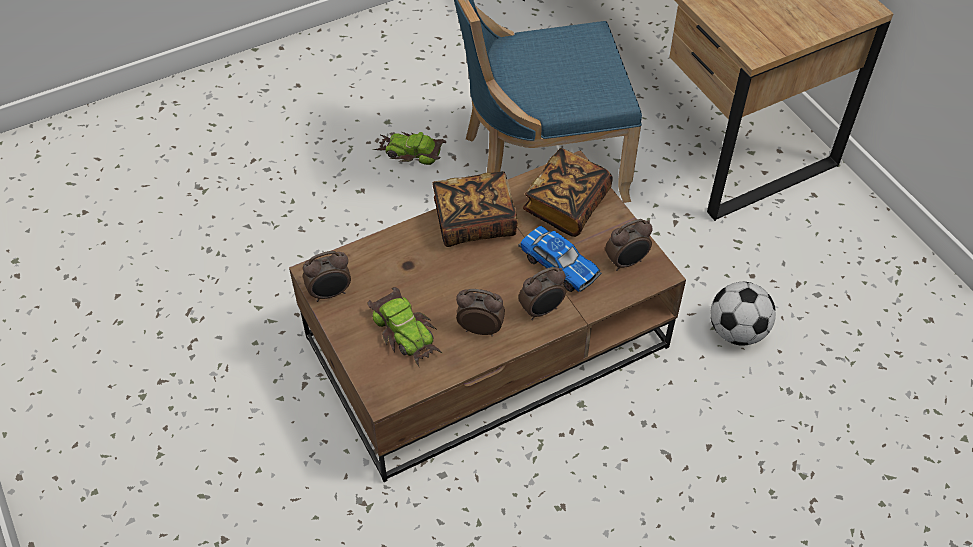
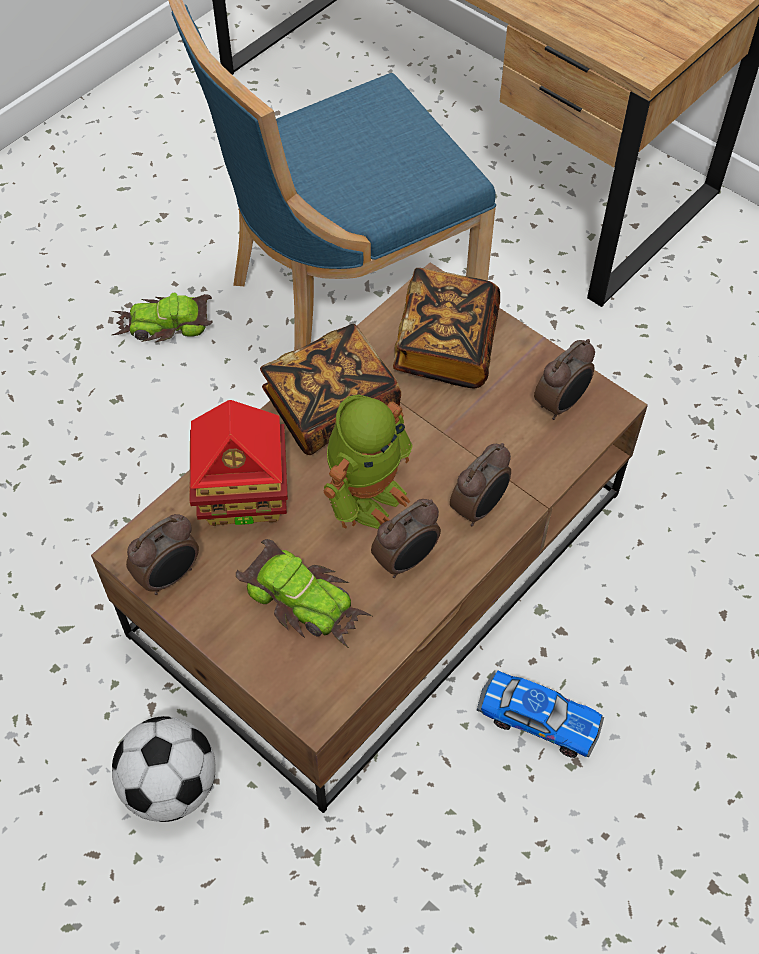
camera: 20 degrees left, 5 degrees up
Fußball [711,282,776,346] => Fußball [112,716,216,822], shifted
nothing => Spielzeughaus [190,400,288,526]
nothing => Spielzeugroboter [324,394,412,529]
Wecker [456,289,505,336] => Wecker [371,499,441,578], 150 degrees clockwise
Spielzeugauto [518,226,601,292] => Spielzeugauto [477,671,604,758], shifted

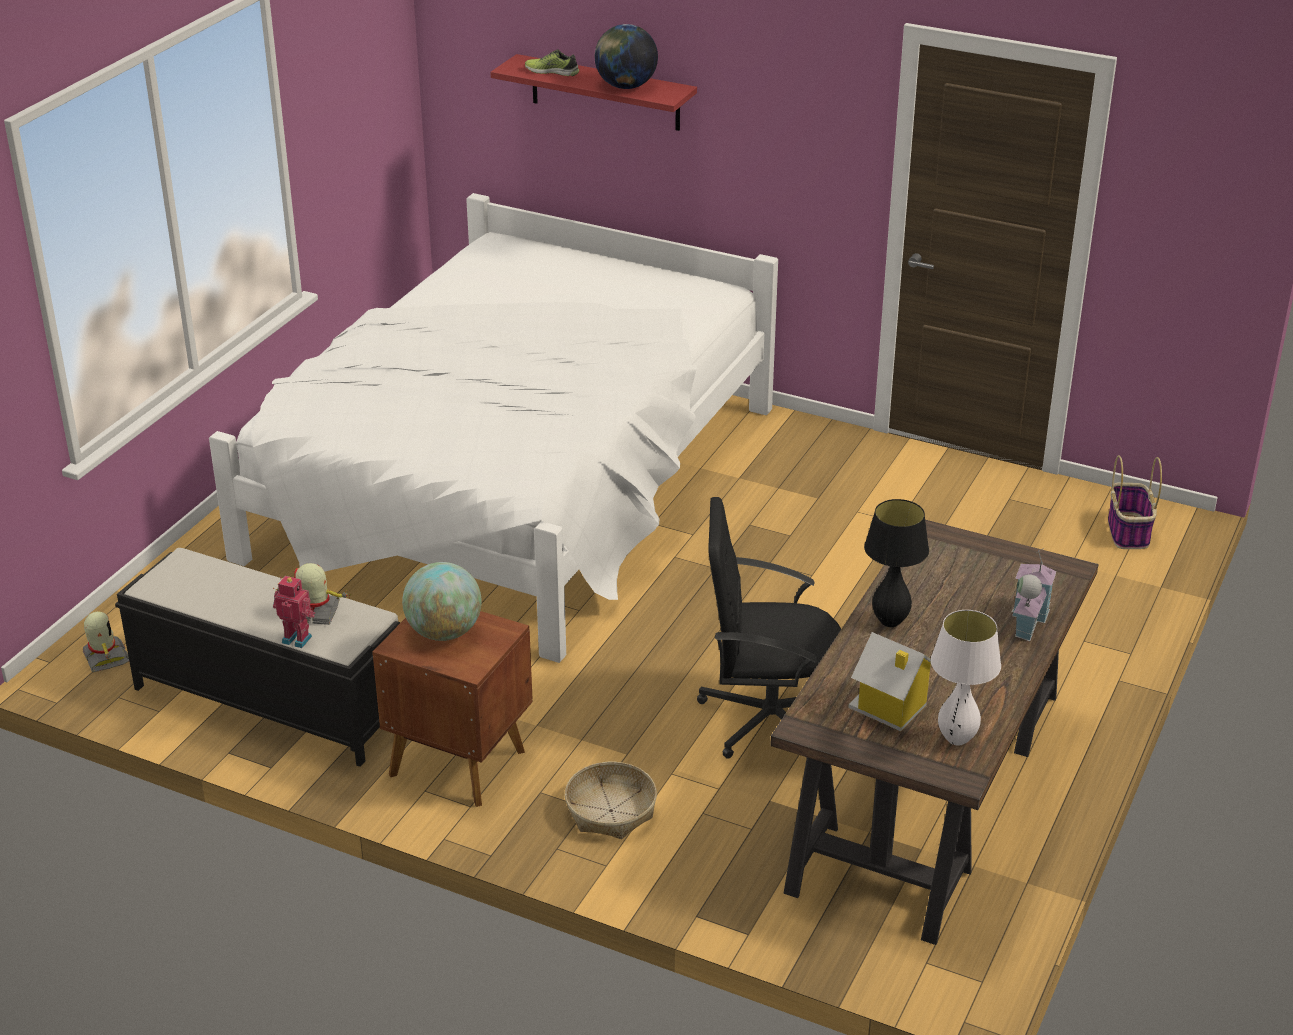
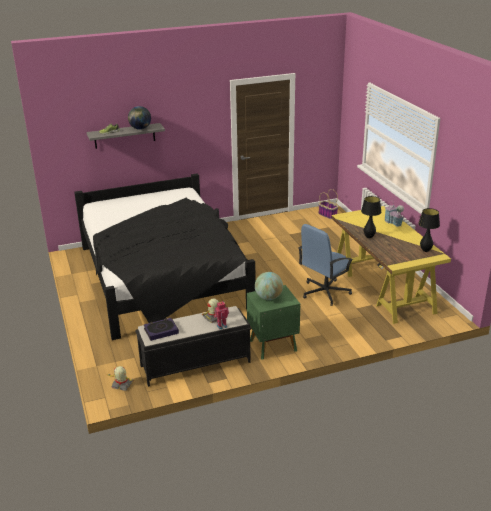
camera: 45 degrees left, 5 degrees down
Bett [weiß] [209,193,778,663] => Bett [schwarz] [74,173,255,340]
Wandregal [rot] [491,54,697,131] => Wandregal [grau] [87,123,165,149]
nothing => Buch [144,318,179,341]
Nachttisch [braun] [372,611,532,807] => Nachttisch [grün] [246,285,300,360]
Bürostuhl [schwarz] [697,497,841,759] => Bürostuhl [blau] [298,224,353,306]
Schreibtisch [braun] [770,520,1098,945] => Schreibtisch [gelb] [331,206,451,324]
Tischlampe [weiß] [931,610,1001,745] => Tischlampe [schwarz] [418,208,440,252]
Korb [565,762,657,839] => nothing
Spielzeughaus [848,632,931,731] => nothing

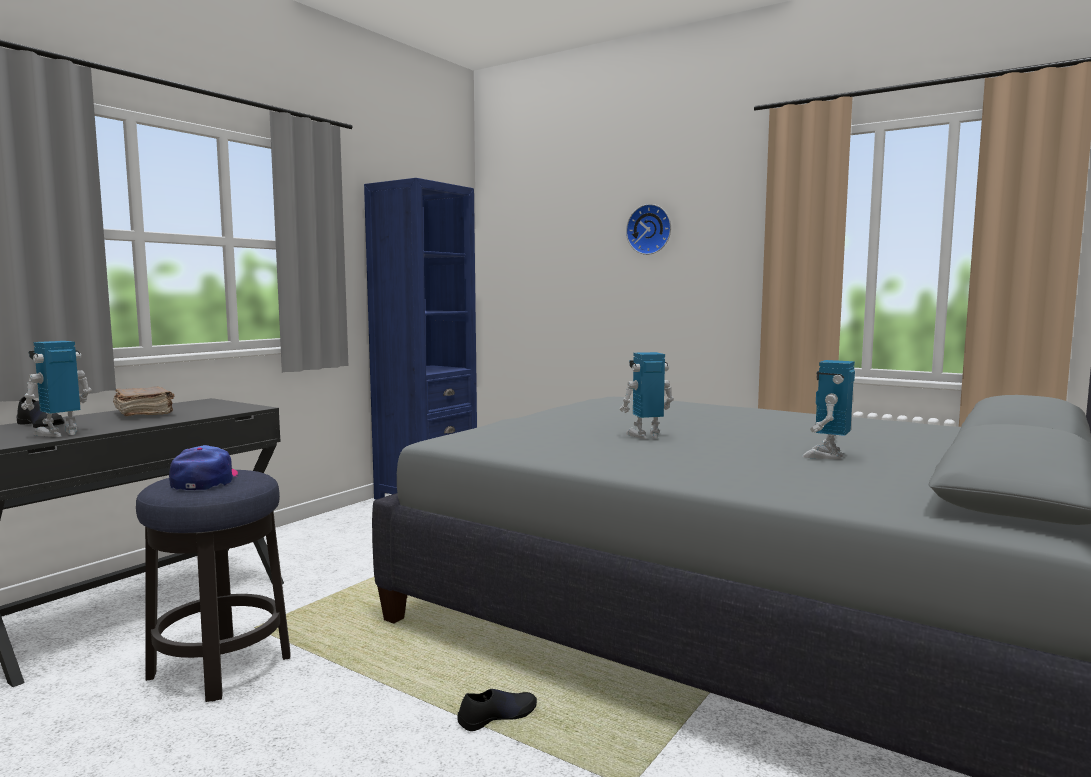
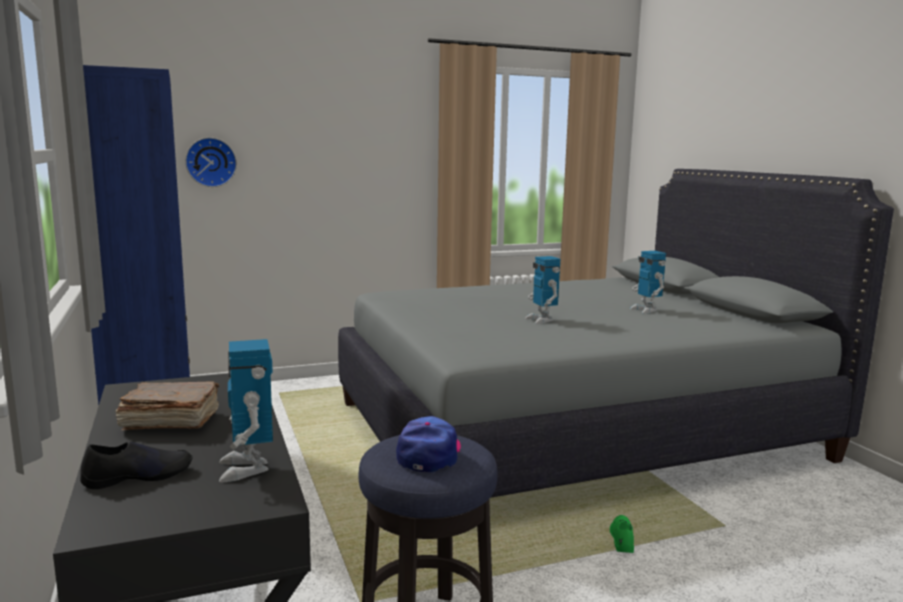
camera: 55 degrees left, 5 degrees up
Wanduhr [626,204,671,255] => Wanduhr [185,137,237,187], shifted
Kappe [169,445,238,490] => Kappe [396,416,461,472], 75 degrees clockwise
Spielzeugroboter [620,352,674,439] => Spielzeugroboter [525,256,561,324], 45 degrees counterclockwise
Schuh [schwarz] [457,689,537,731] => Schuh [grün] [610,515,634,553]

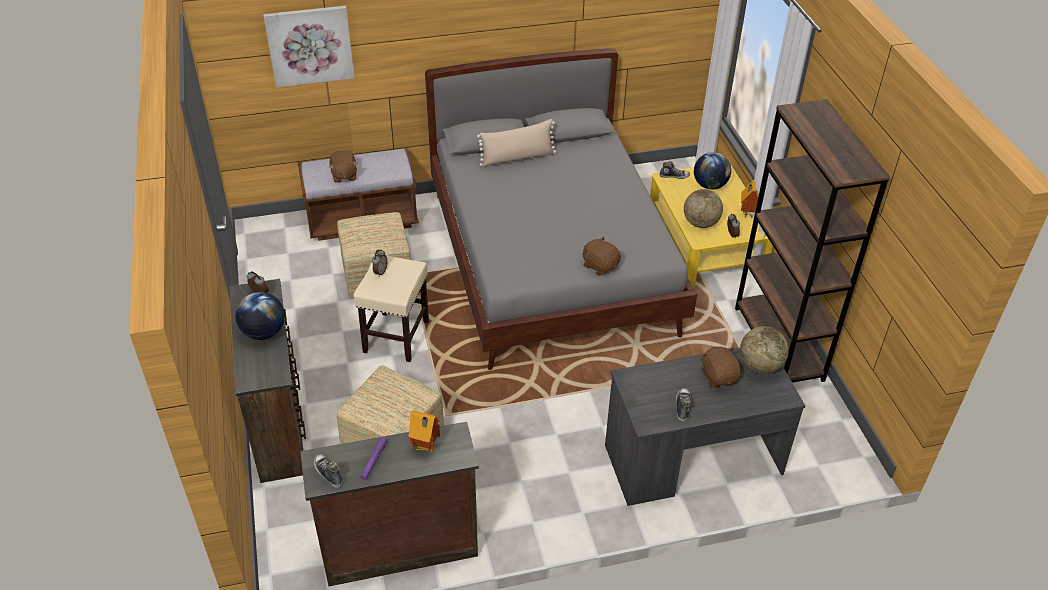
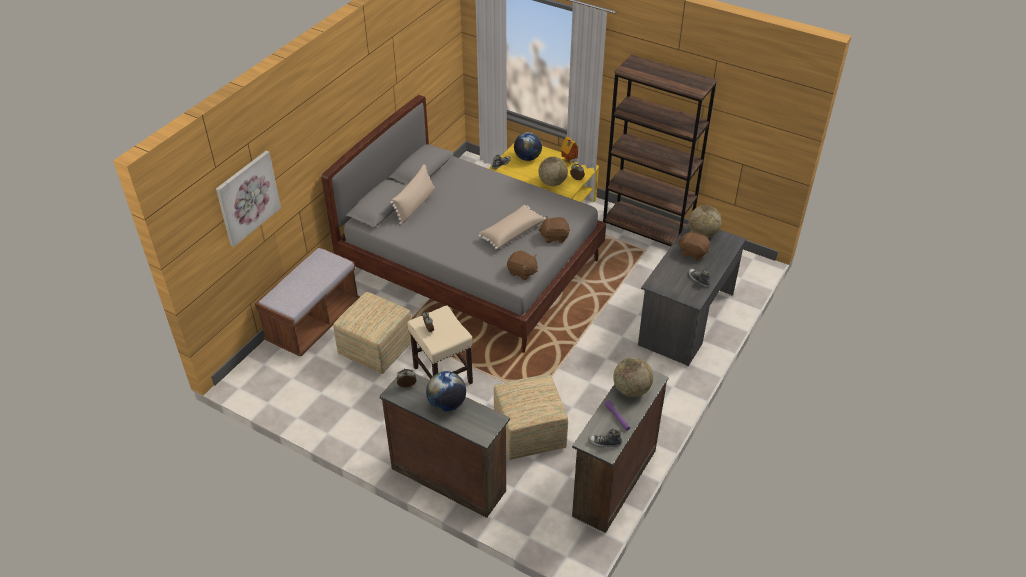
camera: 45 degrees left, 0 degrees up
nothing => Kissen [beige] [478,205,546,250]
Plüschtier [braun] [329,150,358,183] => Plüschtier [braun] [507,250,538,280], shifted
Spielzeughaus [409,410,440,452] => Globus [613,357,653,397]

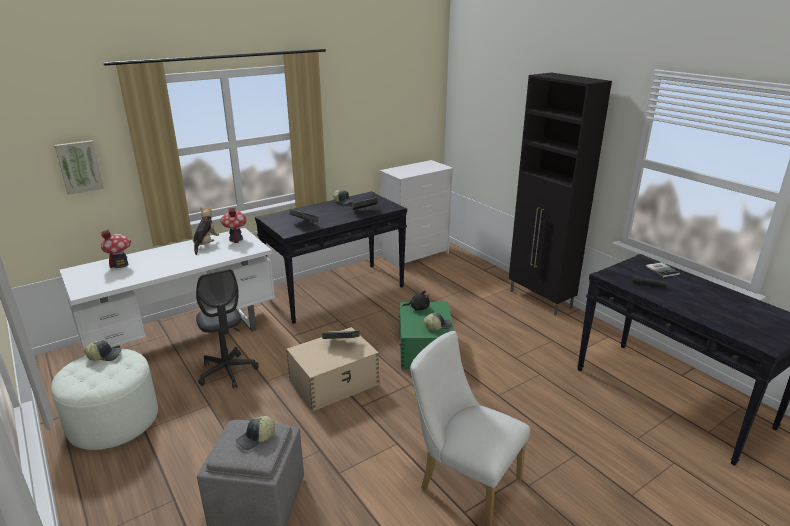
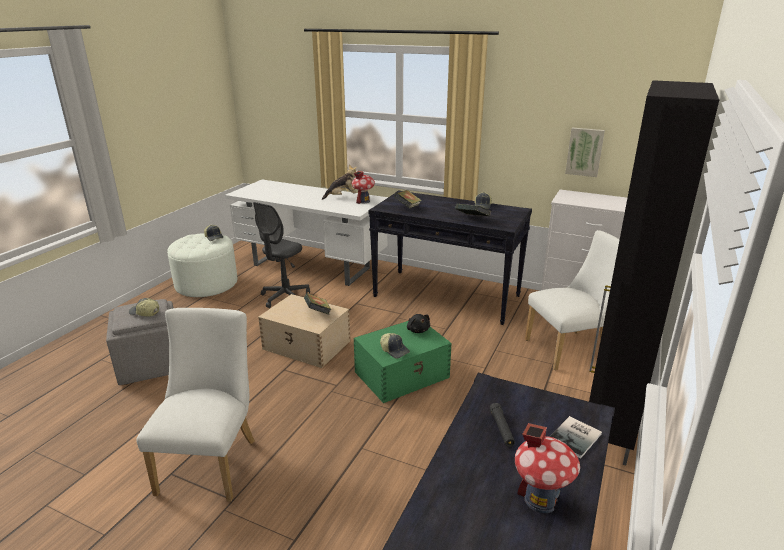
camera: 60 degrees right, 0 degrees up
Spielzeughaus [100,229,131,268] => Spielzeughaus [515,423,580,513], shifted
nothing => Stuhl [weiß] [525,230,620,370]
Bild [55,140,104,195] => Bild [565,128,605,177], shifted

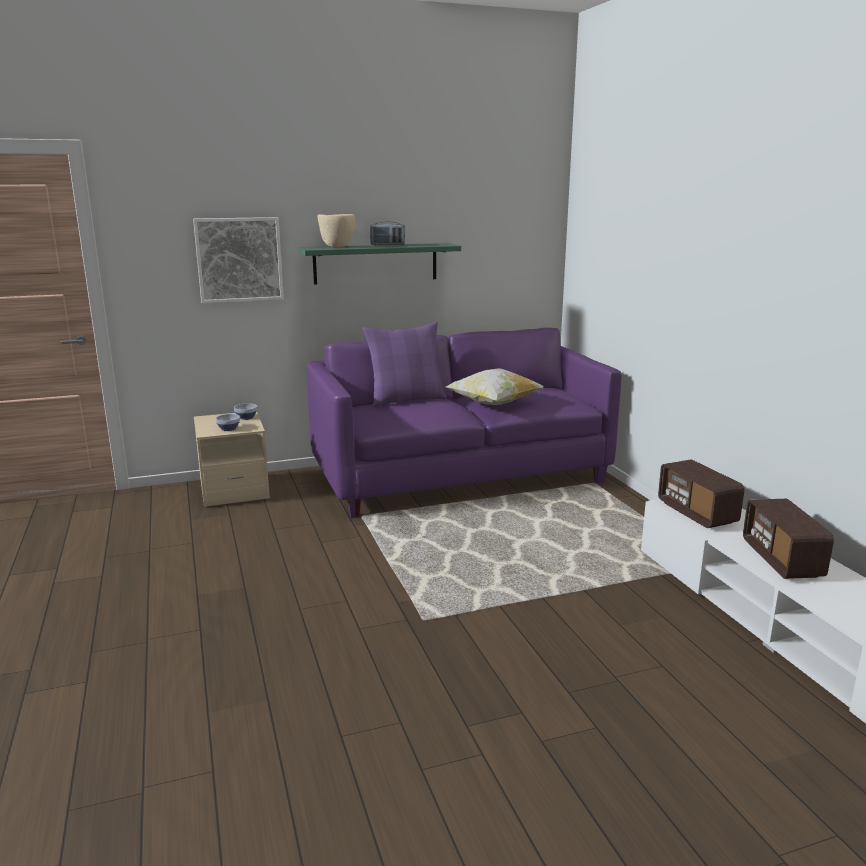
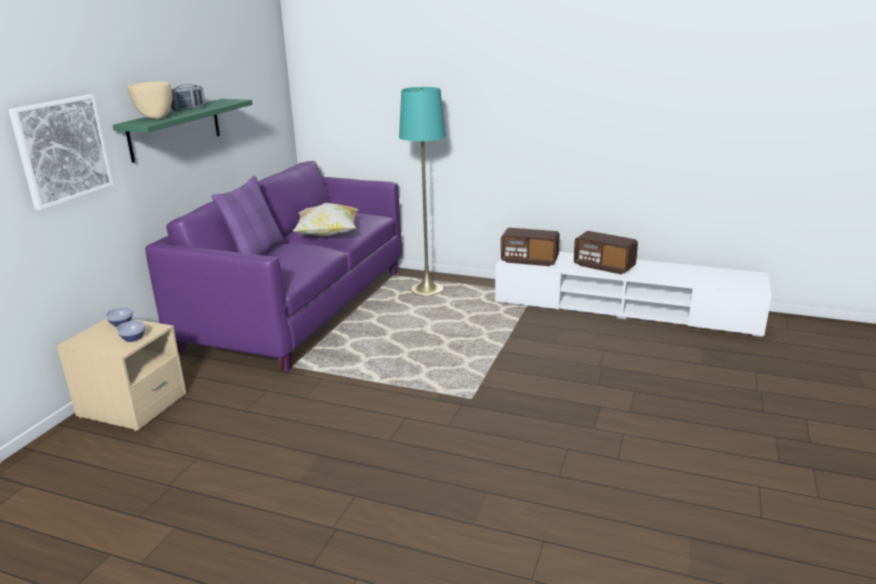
camera: 50 degrees left, 5 degrees up
nothing => Stehlampe [türkis] [399,87,446,296]

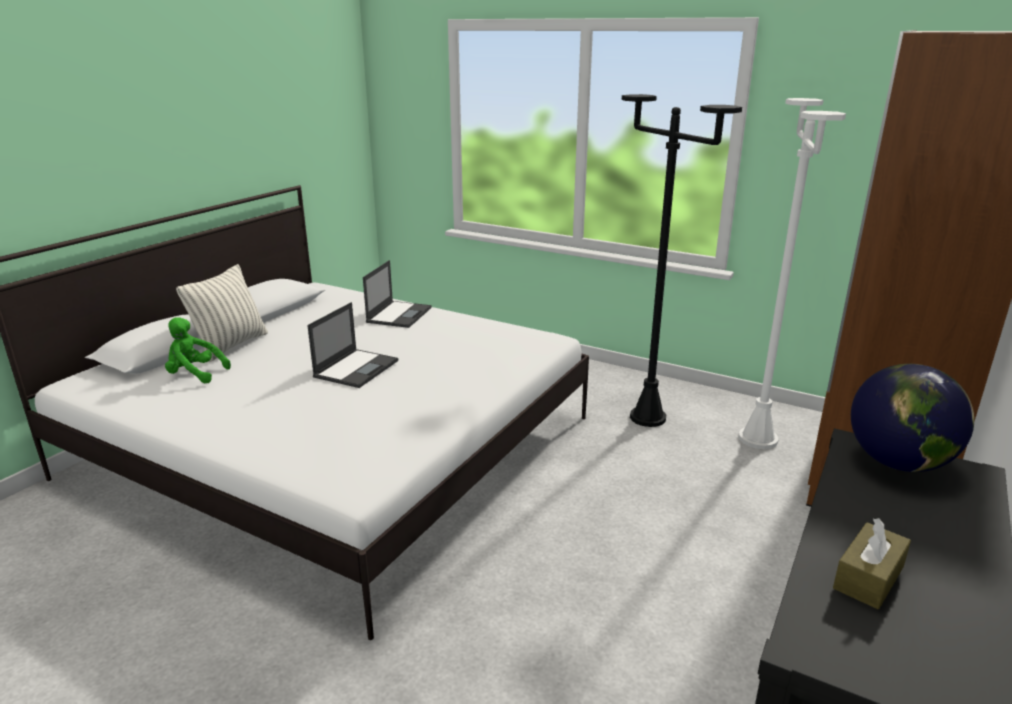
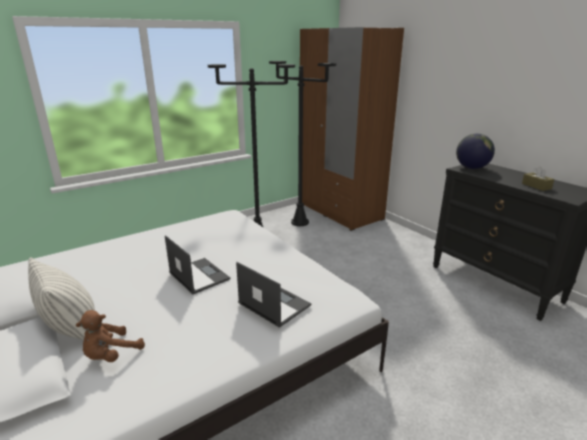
camera: 65 degrees left, 0 degrees up
Plüschtier [grün] [165,318,231,383] => Plüschtier [braun] [76,310,145,362]
Laptop [363,260,432,328] => Laptop [236,262,311,328], shifted
Stehlampe [weiß] [738,98,846,449] => Stehlampe [schwarz] [269,61,336,226]

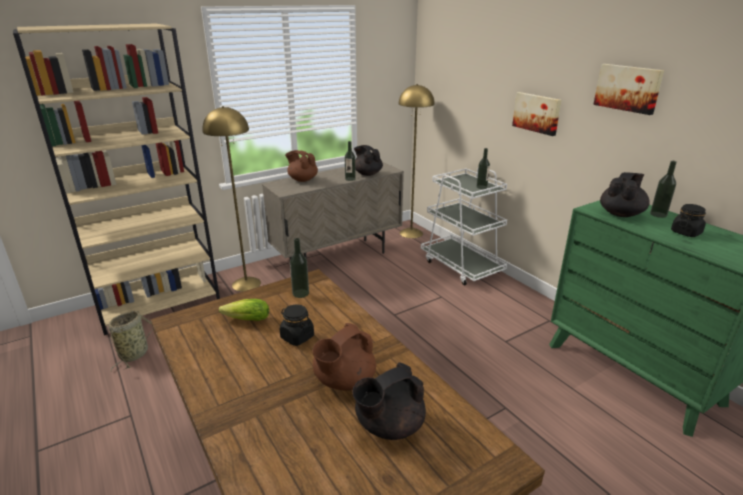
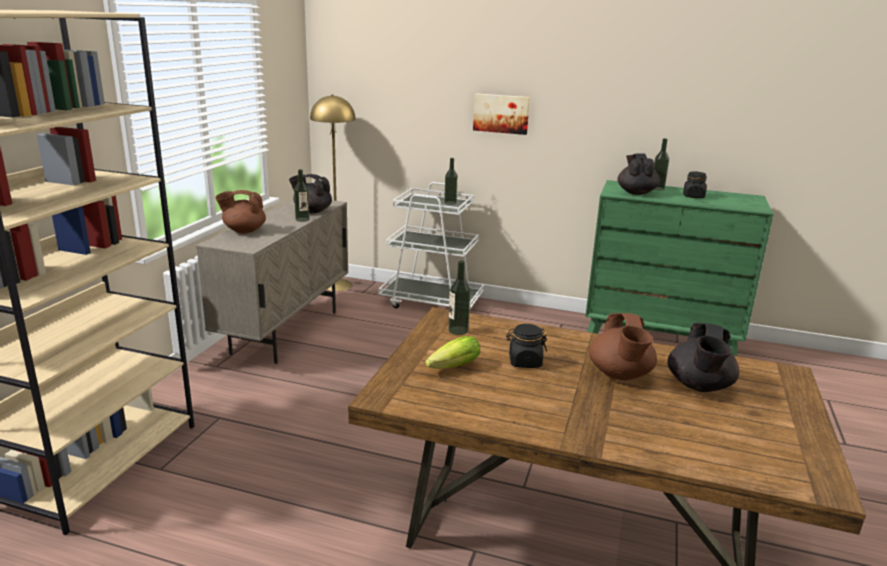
camera: 40 degrees left, 5 degrees down
Korb [108,311,152,372] => nothing
Stehlampe [gelb] [202,106,261,292] => nothing
Bild [593,64,664,115] => nothing

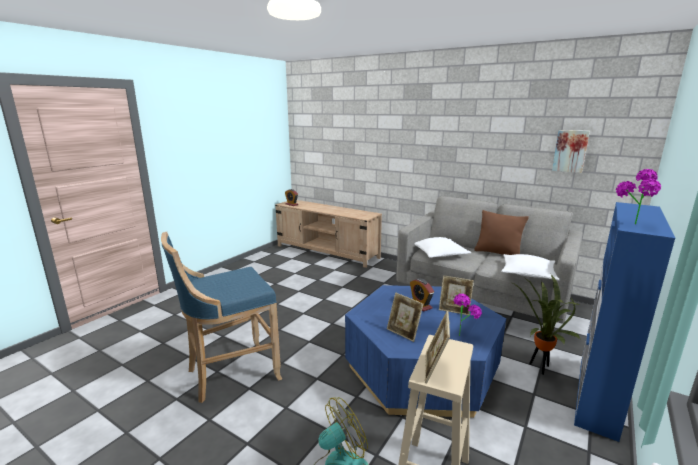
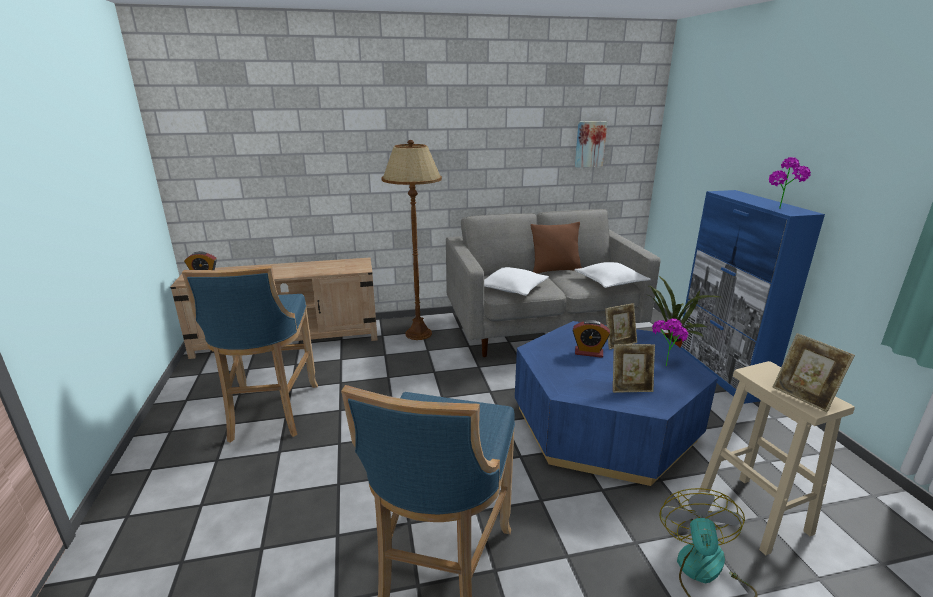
camera: 45 degrees left, 5 degrees up
nothing => Hocker [blau] [182,266,318,442]
nothing => Stehlampe [braun] [381,140,442,340]

